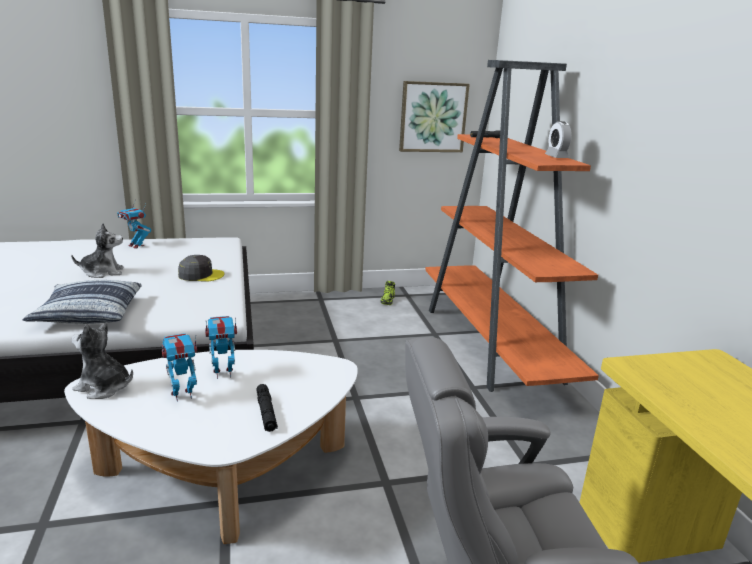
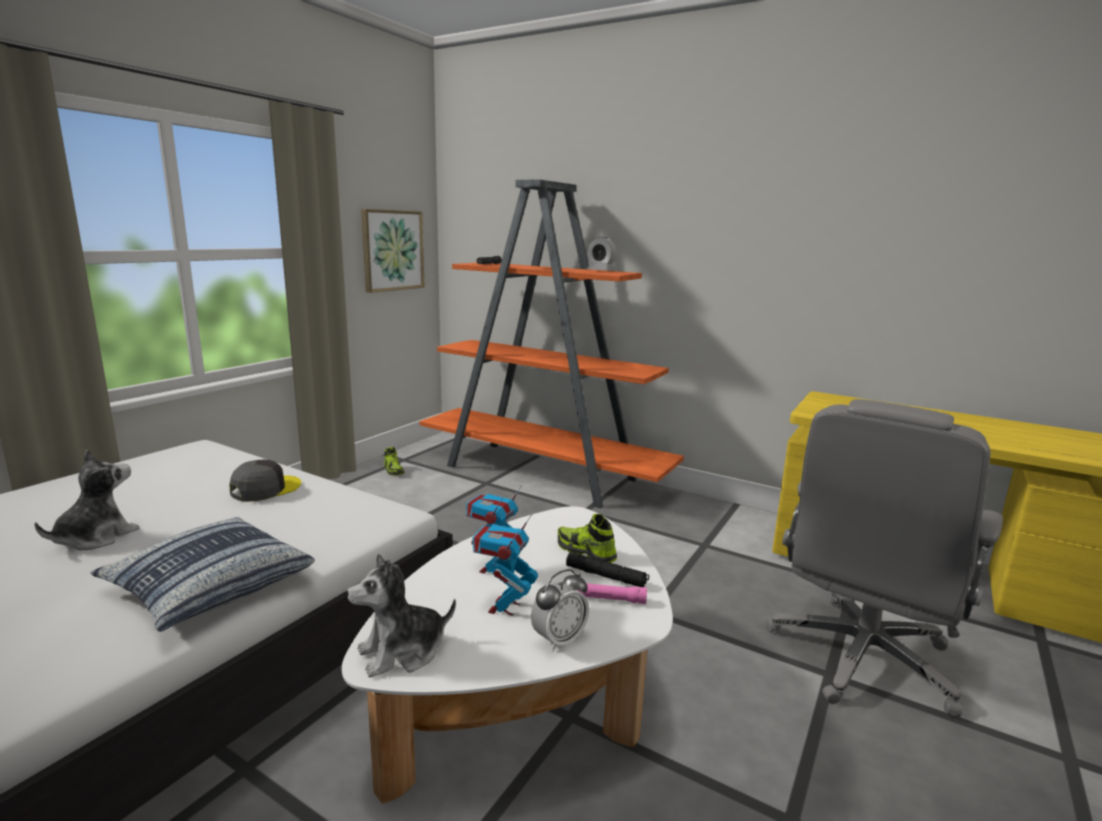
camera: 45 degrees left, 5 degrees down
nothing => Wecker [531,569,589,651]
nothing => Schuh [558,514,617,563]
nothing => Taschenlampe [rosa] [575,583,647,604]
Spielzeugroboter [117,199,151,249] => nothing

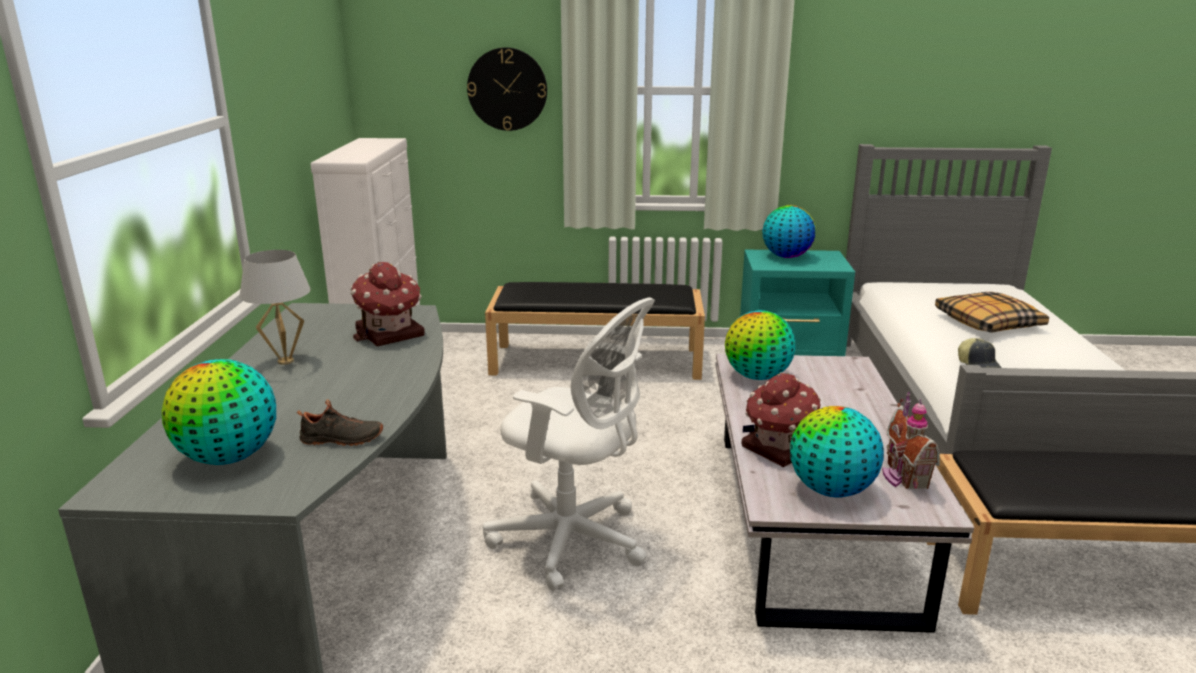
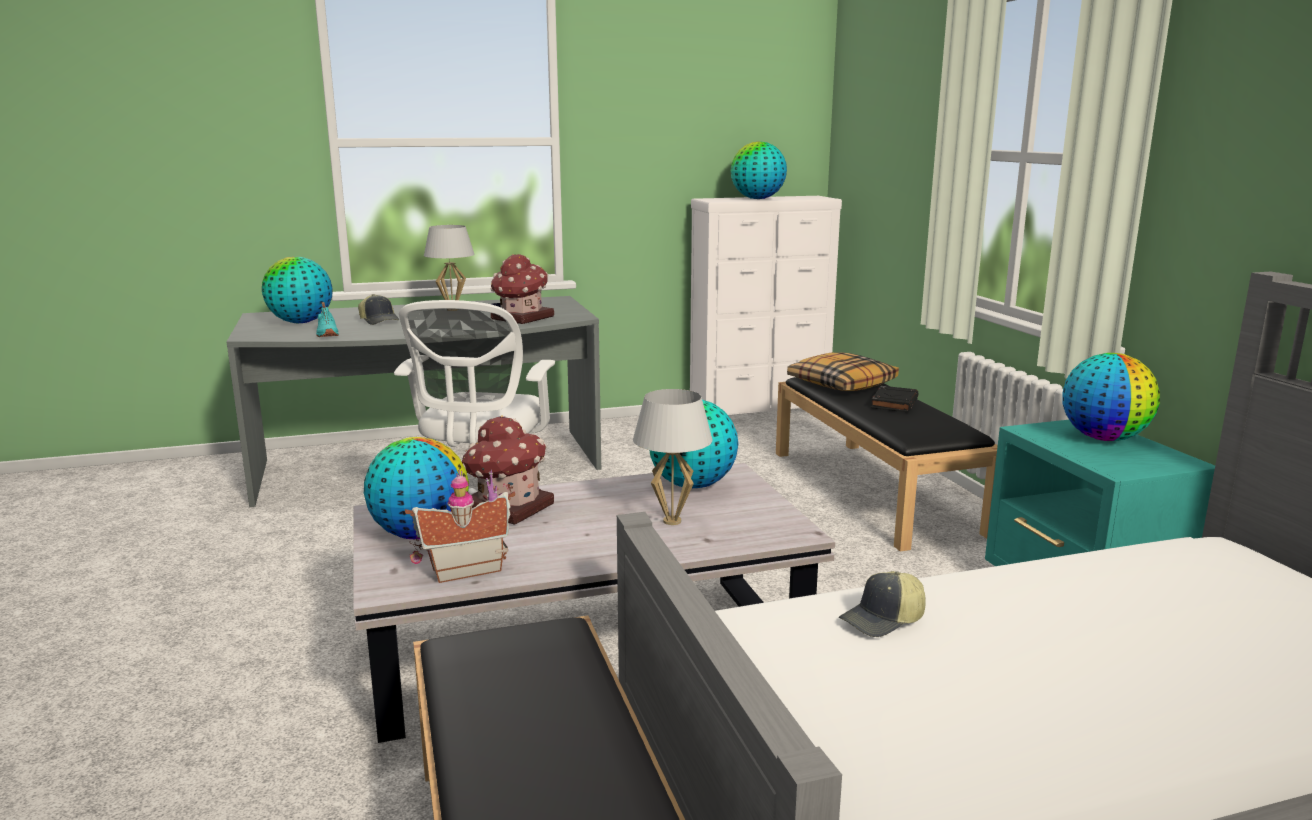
camera: 70 degrees right, 5 degrees down
Schuh [schwarz] [297,399,383,446] => Schuh [türkis] [316,302,339,337]
nothing => Kappe [358,294,399,325]
nothing => Tischlampe [weiß] [633,389,712,525]
nothing => Globus [731,141,787,199]
Kissen [935,292,1049,333] => Kissen [787,352,899,391], shifted
nothing => Buch [schwarz] [871,386,919,412]
Wanduhr [467,47,547,131] => nothing

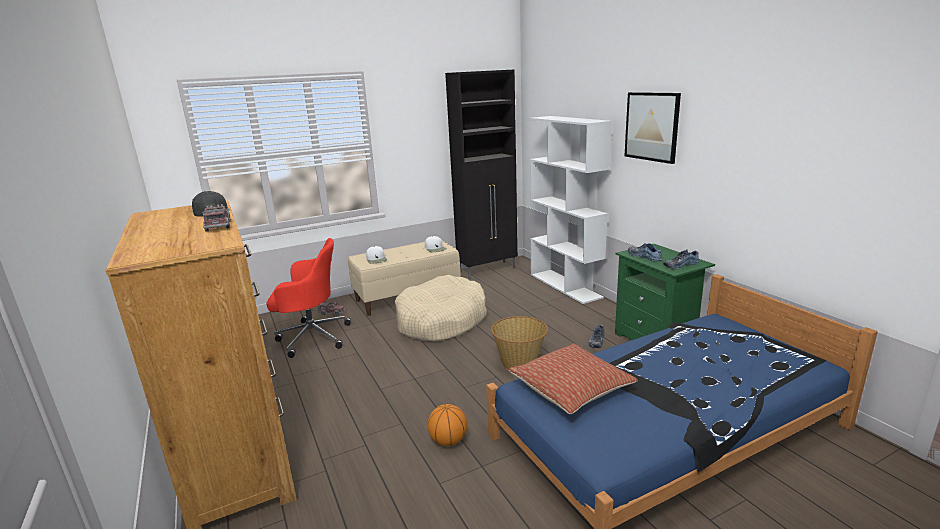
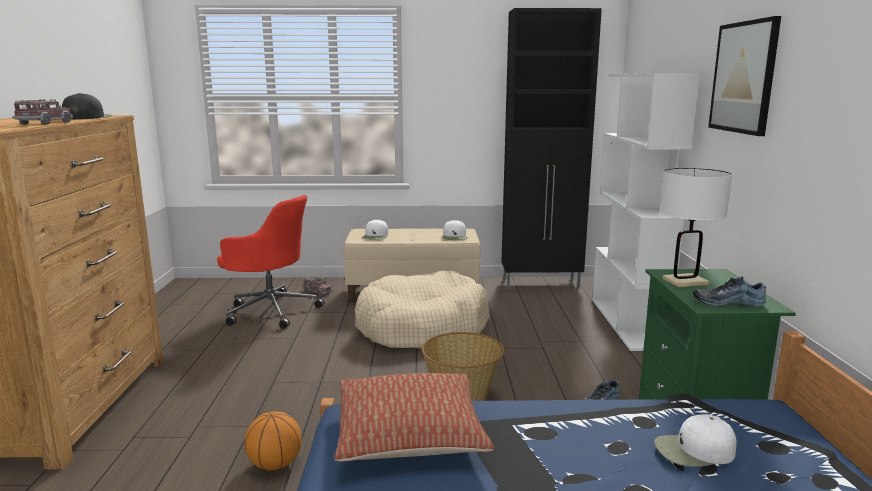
camera: 25 degrees right, 5 degrees down
nothing => Kappe [weiß] [654,414,737,467]
Schuh [628,243,663,262] => Tischlampe [weiß] [660,168,732,287]

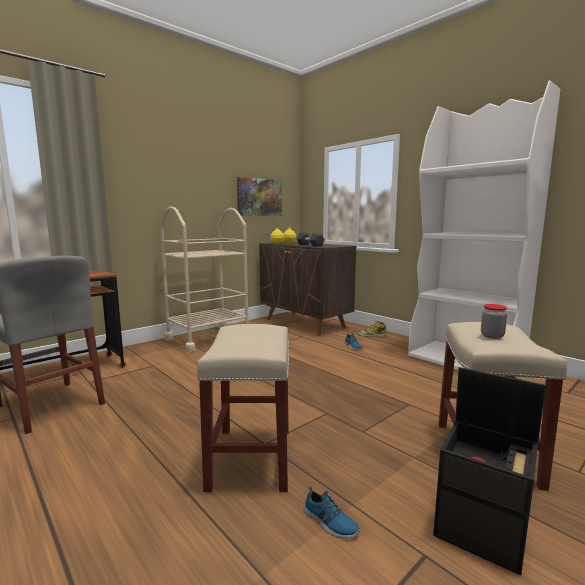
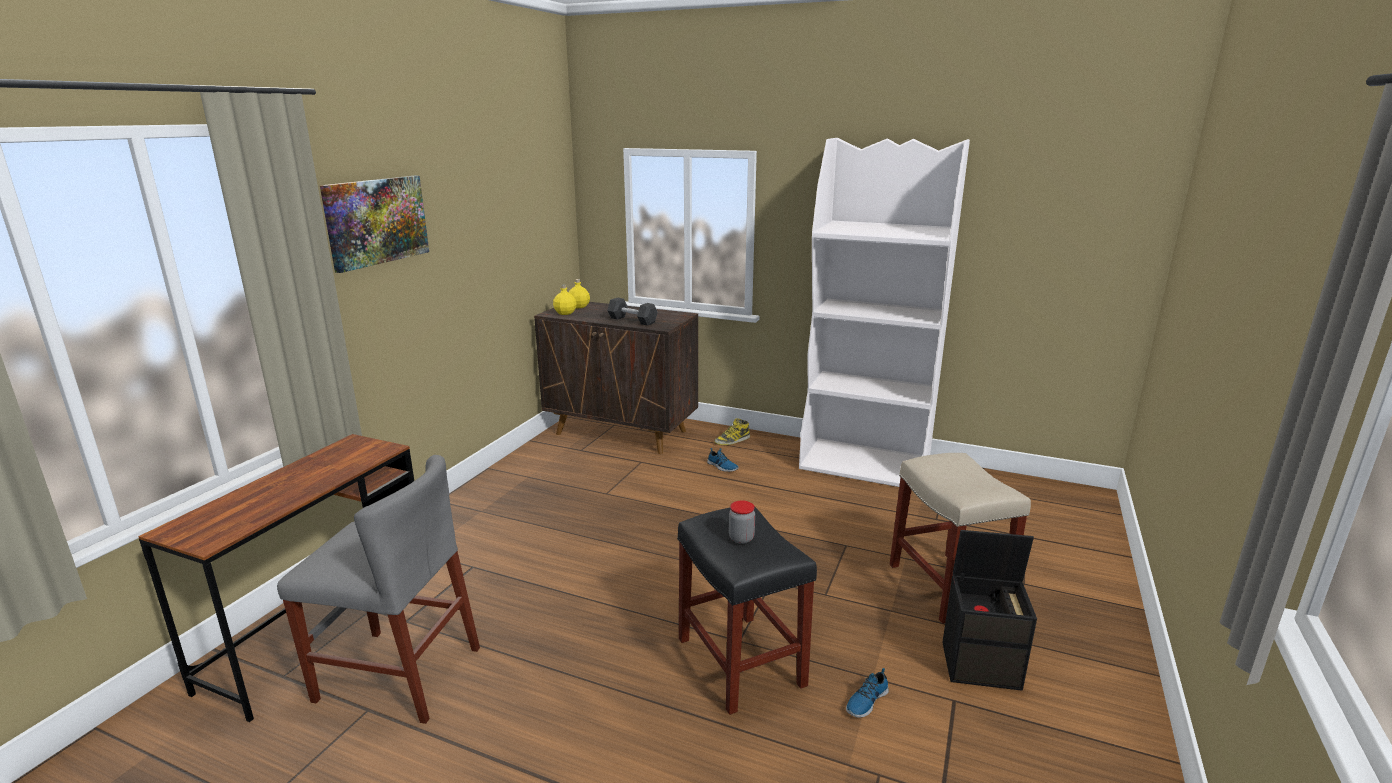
camera: 25 degrees left, 10 degrees up
Bild [237,177,282,216] => Bild [320,176,429,273], shifted
Hocker [beige] [197,324,289,492] => Hocker [schwarz] [677,507,817,715]
Vorratsglas [481,304,507,339] => Vorratsglas [729,500,755,544], shifted
Schuh [304,486,360,538] => Schuh [846,668,889,718], 120 degrees clockwise
Rollwagen [beige] [160,206,248,352] => nothing

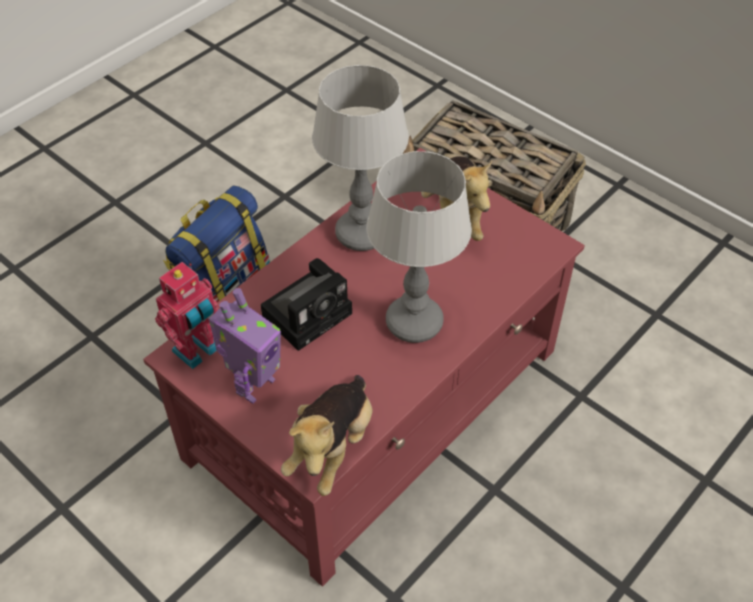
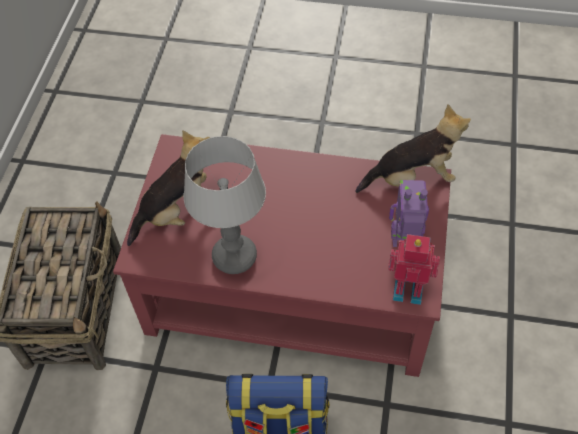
camera: 120 degrees left, 5 degrees up
Kamera [261,258,352,351] => nothing
Tischlampe [366,151,472,343] => nothing

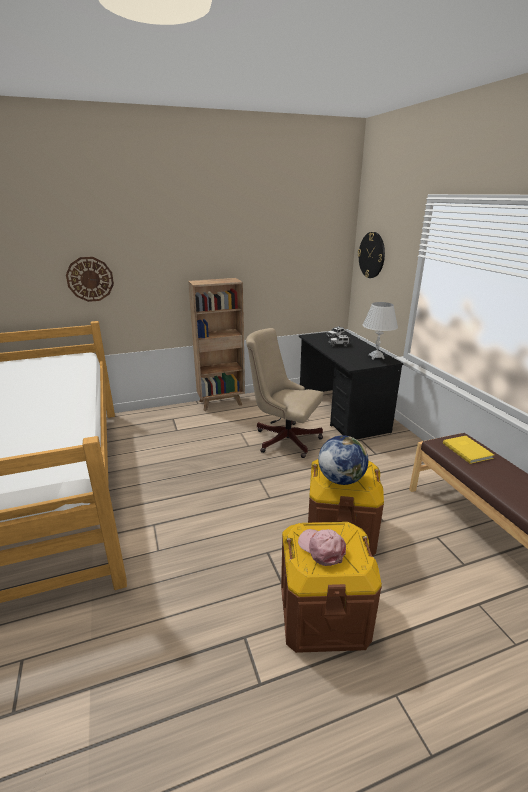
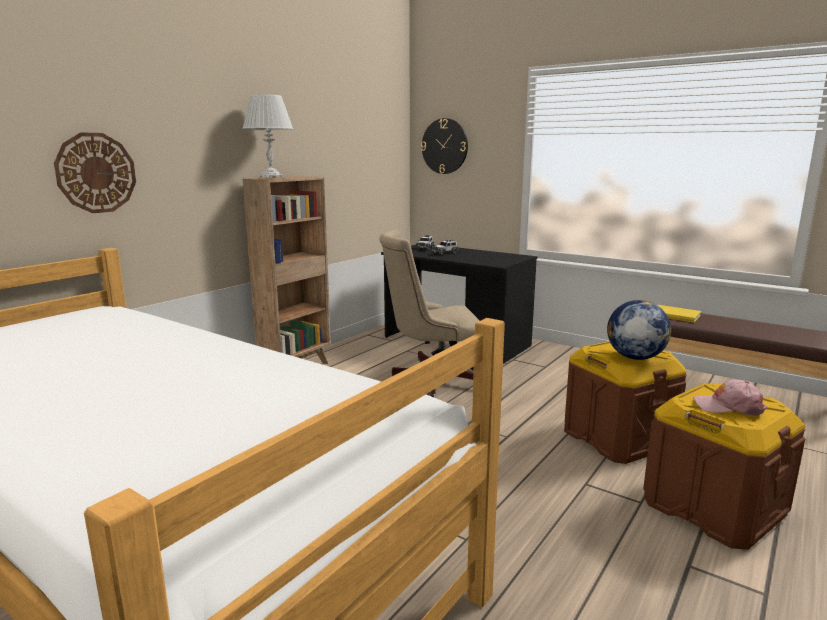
camera: 35 degrees left, 10 degrees down
Tischlampe [weiß] [363,302,398,360] => Tischlampe [weiß] [242,94,293,179], shifted

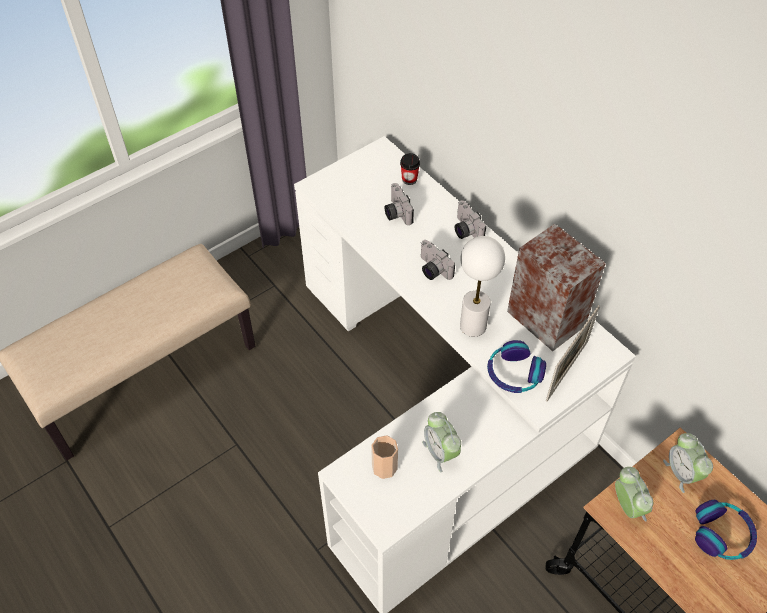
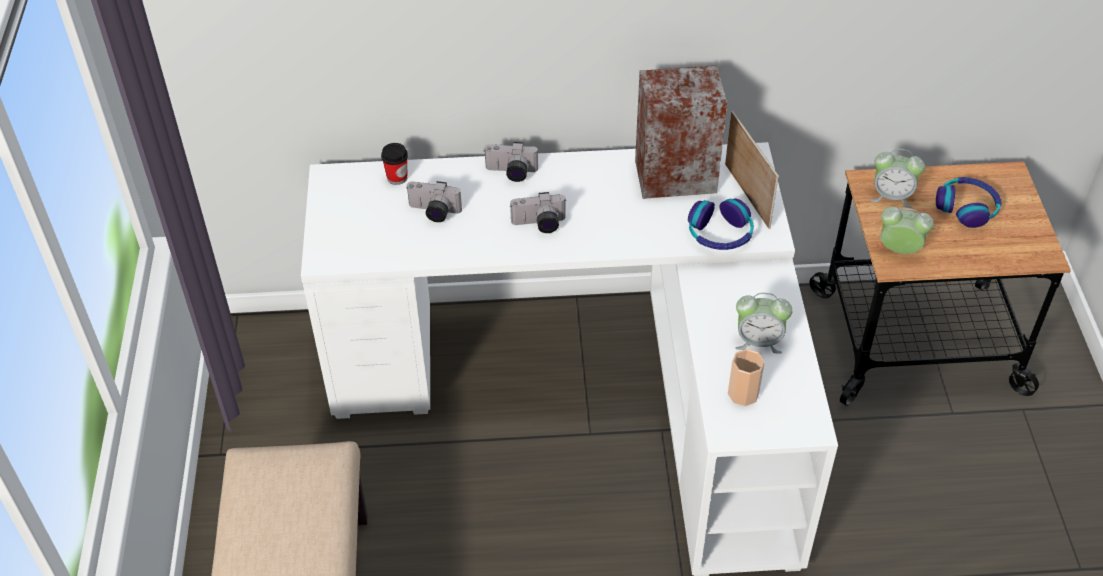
camera: 55 degrees left, 5 degrees down
Tischlampe [weiß] [460,236,505,337] => nothing

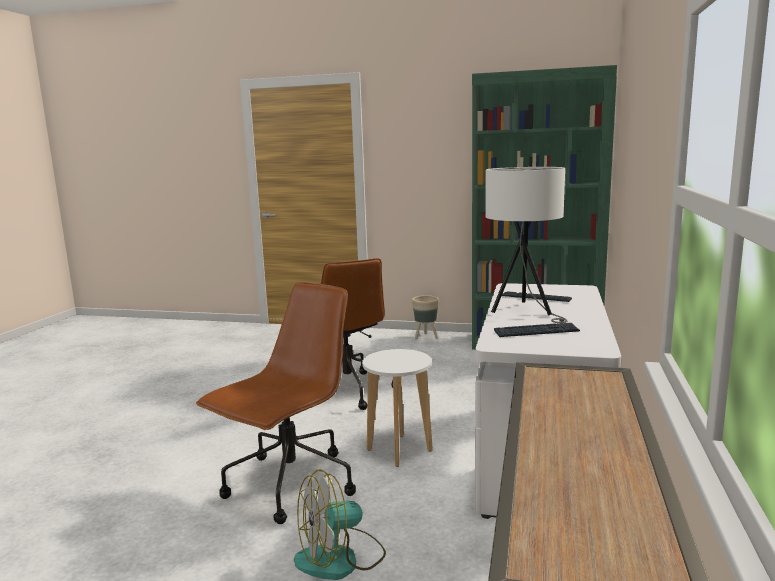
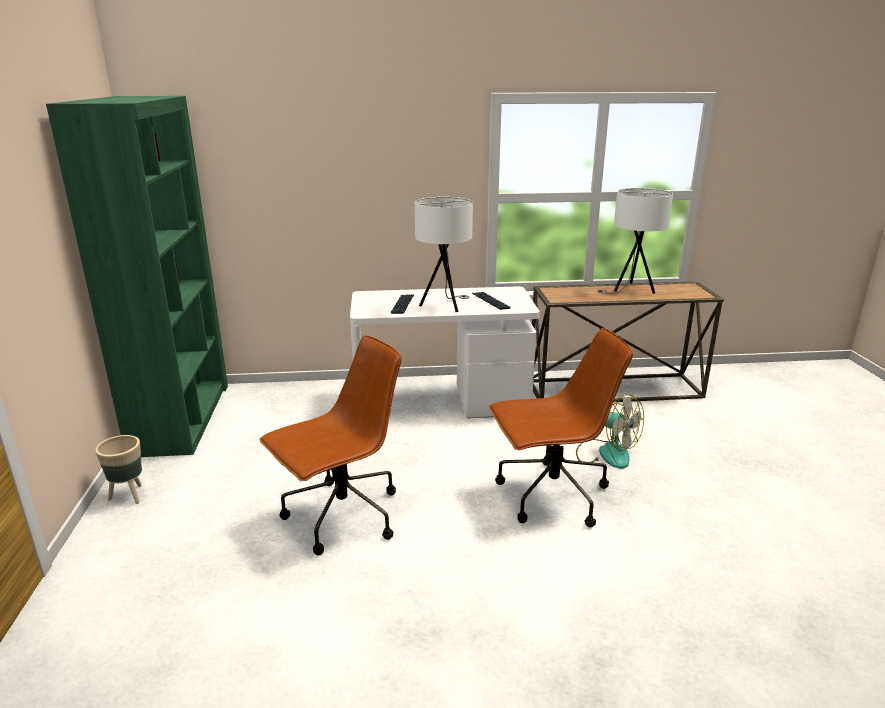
camera: 110 degrees left, 10 degrees up
Bürostuhl [braun] [196,282,356,524] => Bürostuhl [braun] [489,328,633,527], 150 degrees clockwise
nothing => Tischlampe [weiß] [597,188,673,294]
Hocker [weiß] [362,349,433,467] => nothing

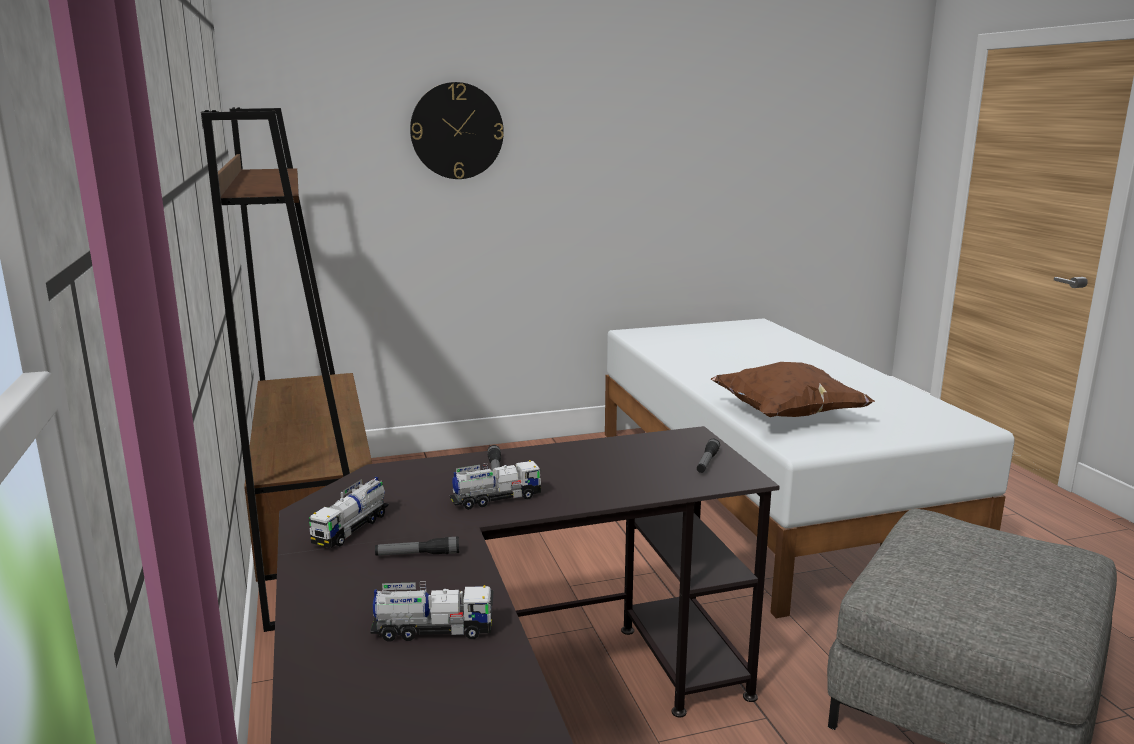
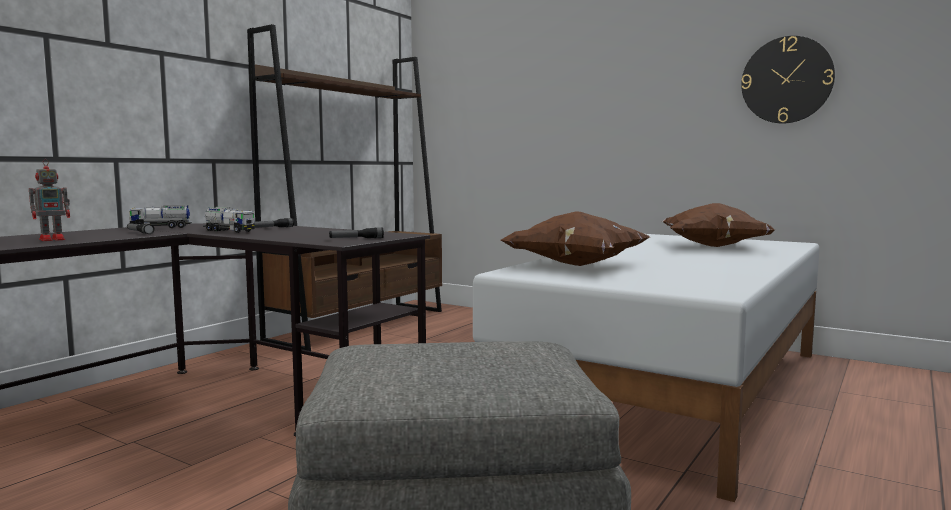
camera: 50 degrees right, 10 degrees down
Spielzeuglaster [370,581,494,642] => Spielzeugroboter [29,159,70,241]
nothing => Kissen [braun] [662,203,775,247]
Wanduhr [410,82,504,179] => Wanduhr [741,36,835,123], shifted

